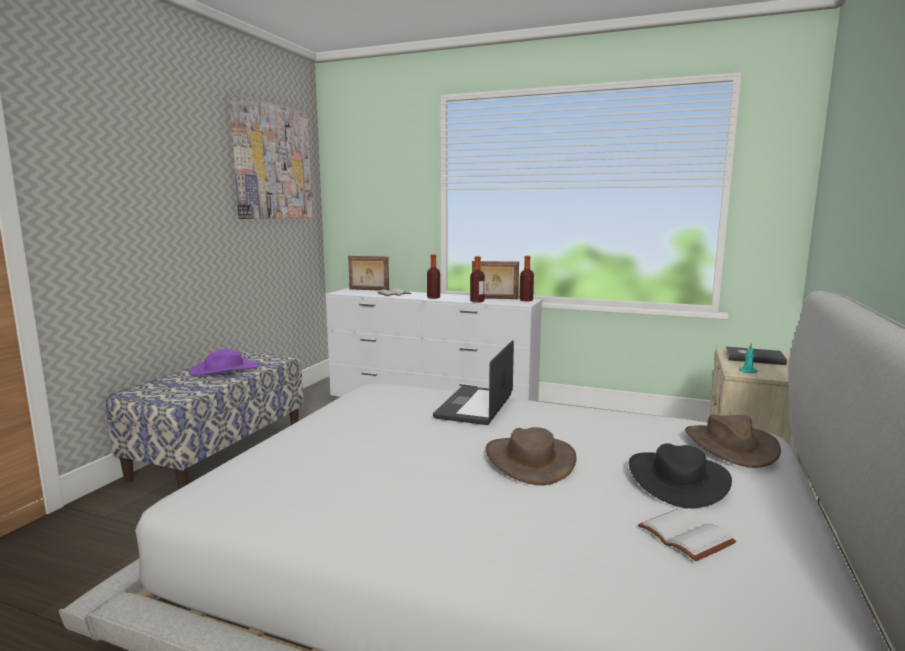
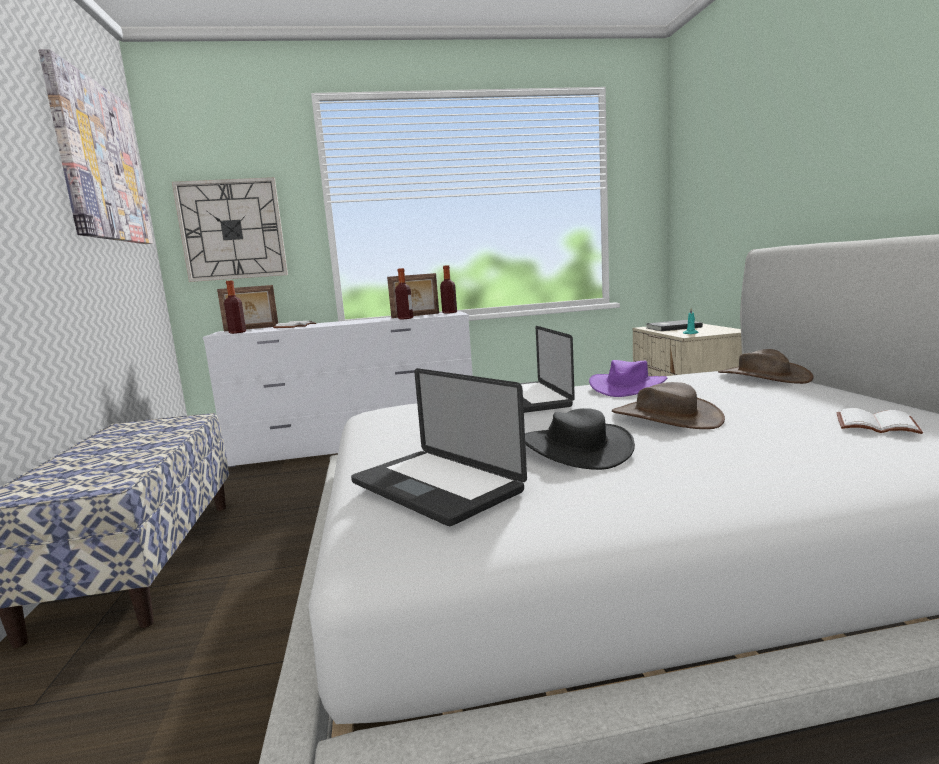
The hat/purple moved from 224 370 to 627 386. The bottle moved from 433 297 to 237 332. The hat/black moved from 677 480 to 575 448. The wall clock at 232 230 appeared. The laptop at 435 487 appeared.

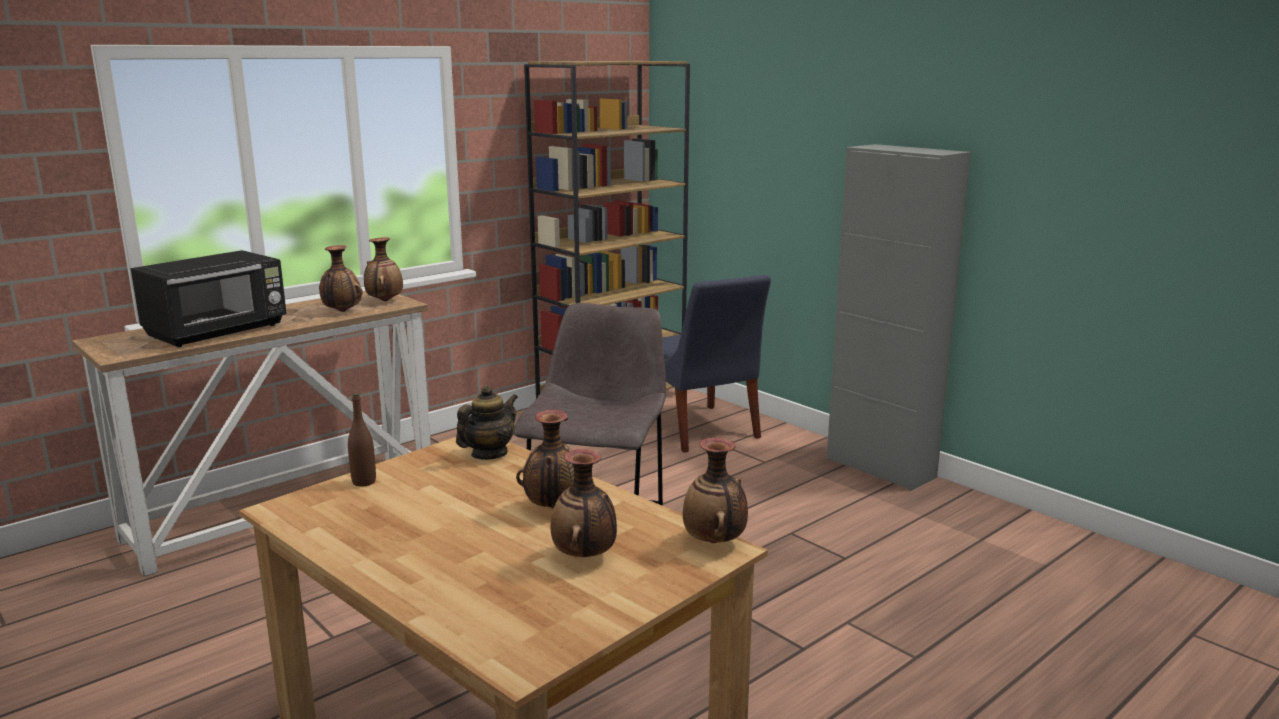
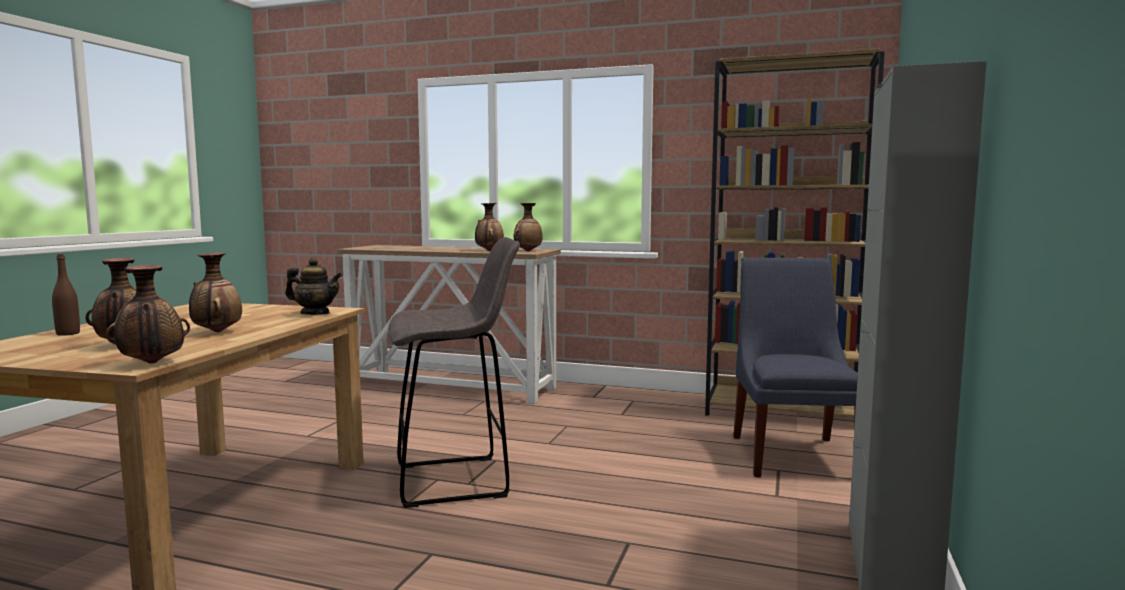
The microwave/black at 218 331 disappeared. The bottle/brown moved from 364 482 to 68 333. The chair/blue at 701 430 turned 150 degrees clockwise.

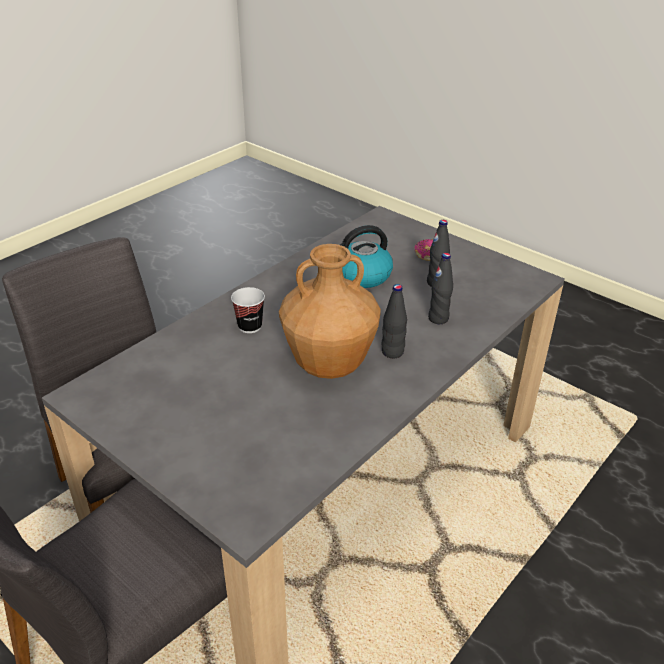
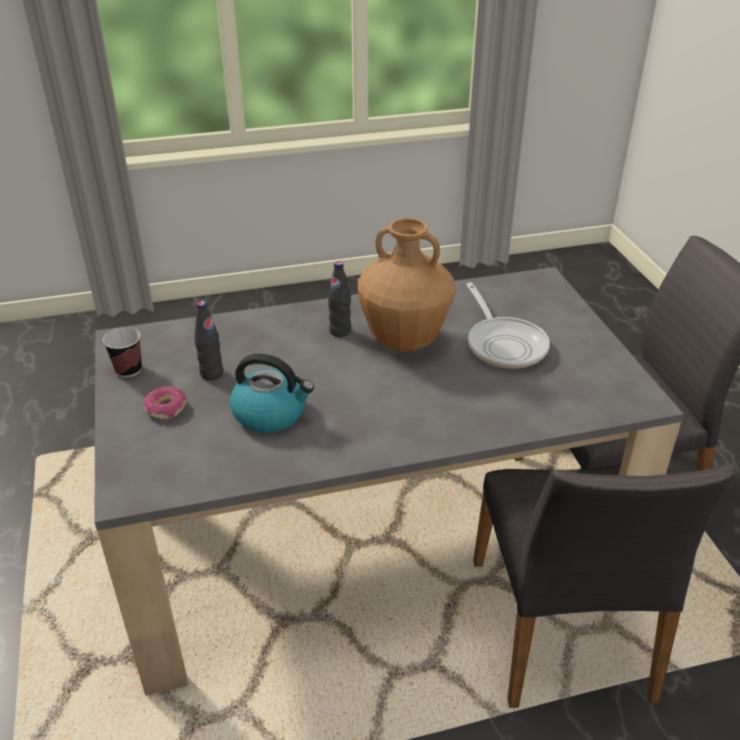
The cup moved from 250 326 to 128 370. The bottle/black at 438 318 disappeared. The frying pan at 504 344 appeared.

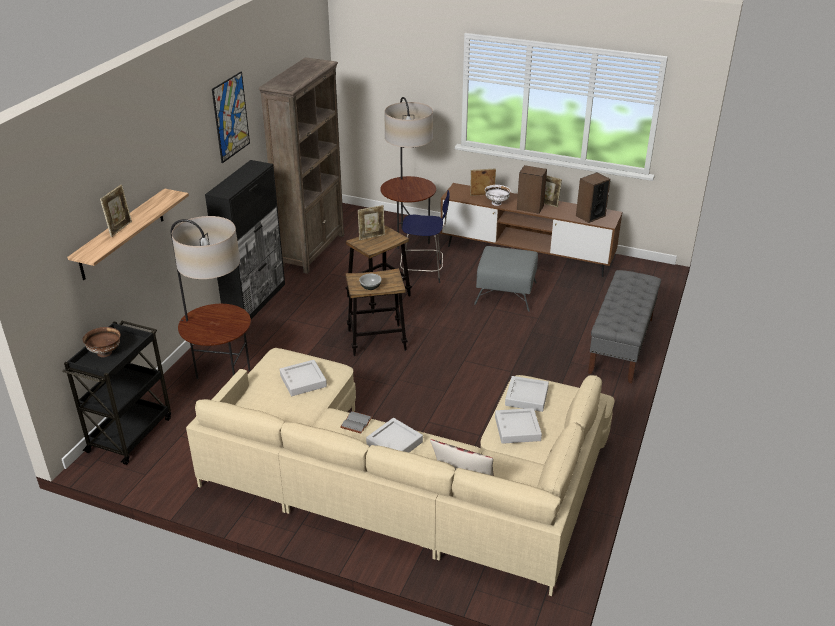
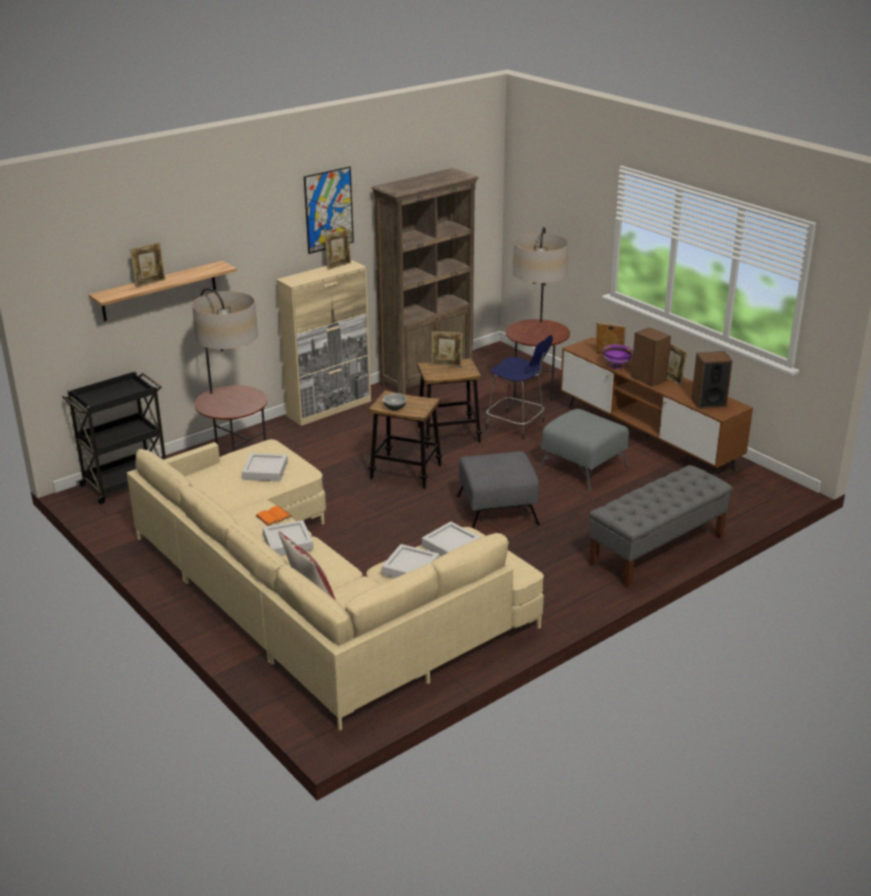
The bowl/brown at 105 352 disappeared. The cabinet/black at 255 301 became the cabinet/beige at 329 408. The book/grey at 356 422 became the book/orange at 273 516. The bowl/white at 497 203 became the bowl/purple at 616 366. The picture frame at 338 266 appeared. The ottoman/grey at 498 510 appeared.

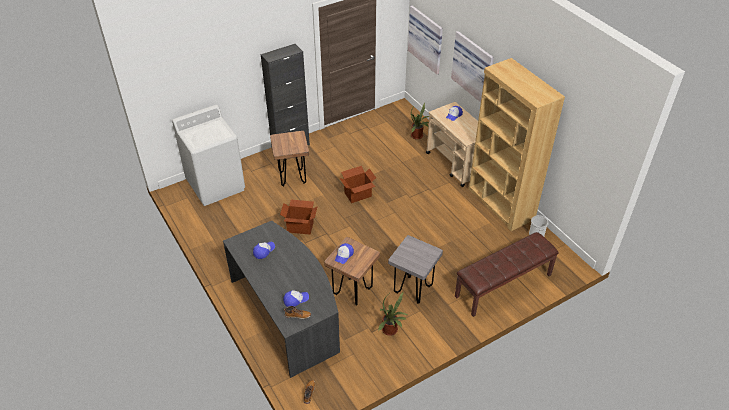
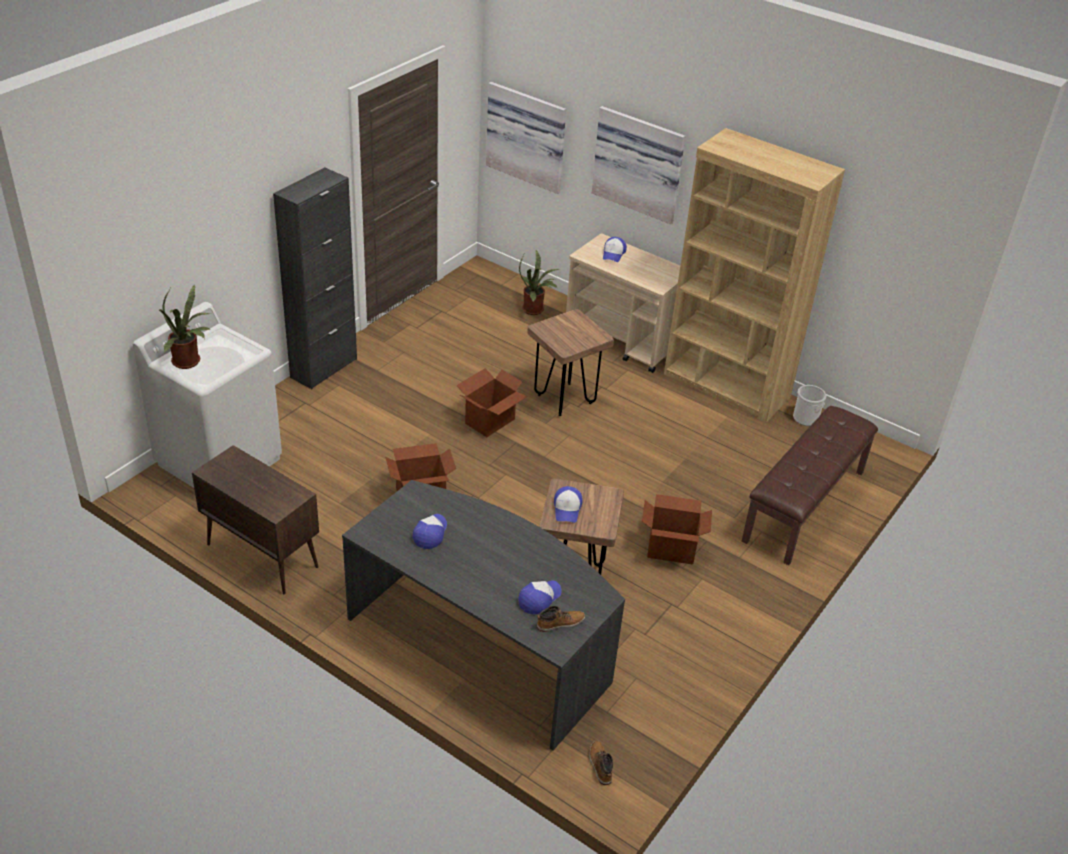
The stool/brown moved from 292 177 to 564 399. The potted plant moved from 391 330 to 189 362. The stool/grey at 413 289 was replaced by the cardboard box at 671 548. The cabinet/brown at 261 555 appeared.

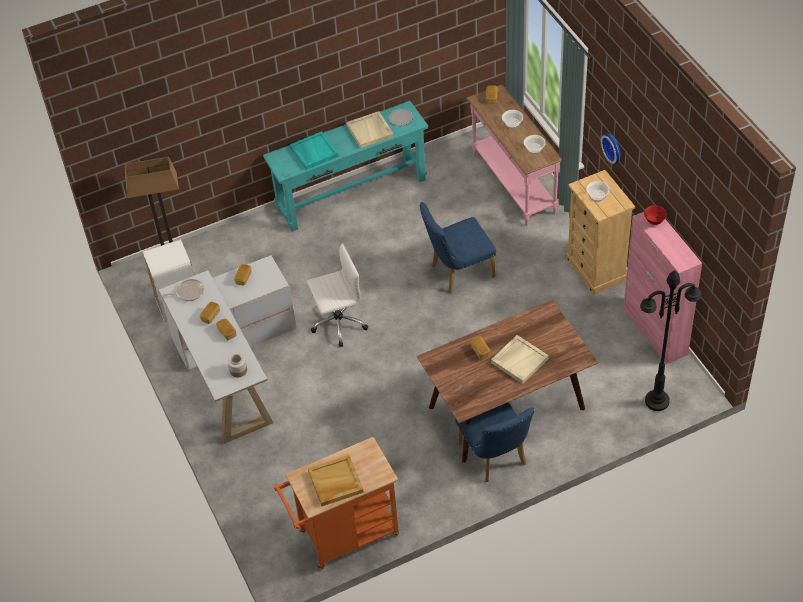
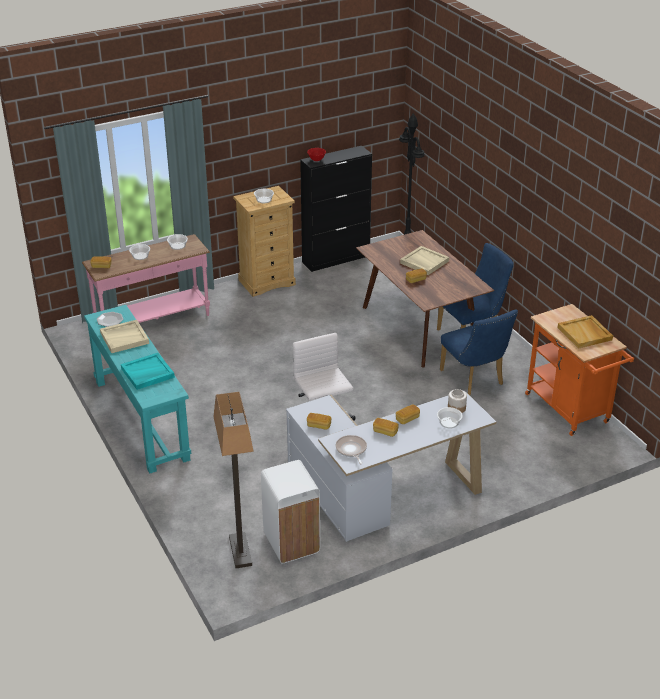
The chair/blue moved from 457 272 to 474 380. The wall clock at 613 147 disappeared. The cabinet/pink at 655 331 became the cabinet/black at 336 259. The bowl at 449 422 appeared.

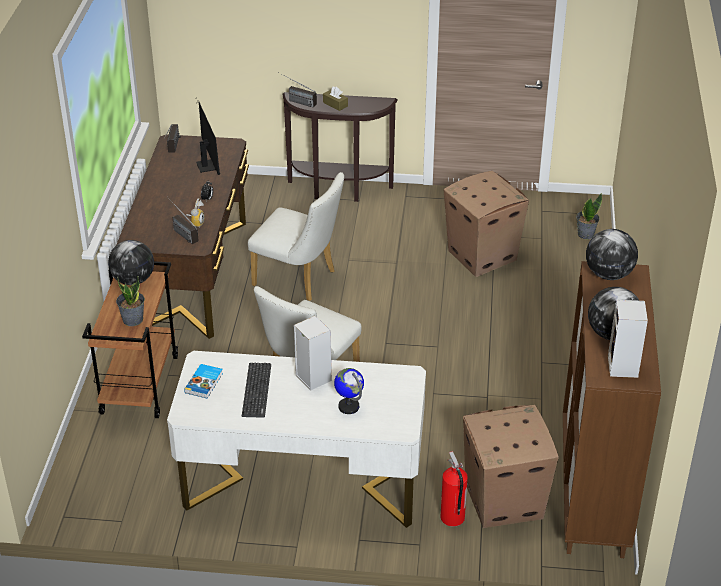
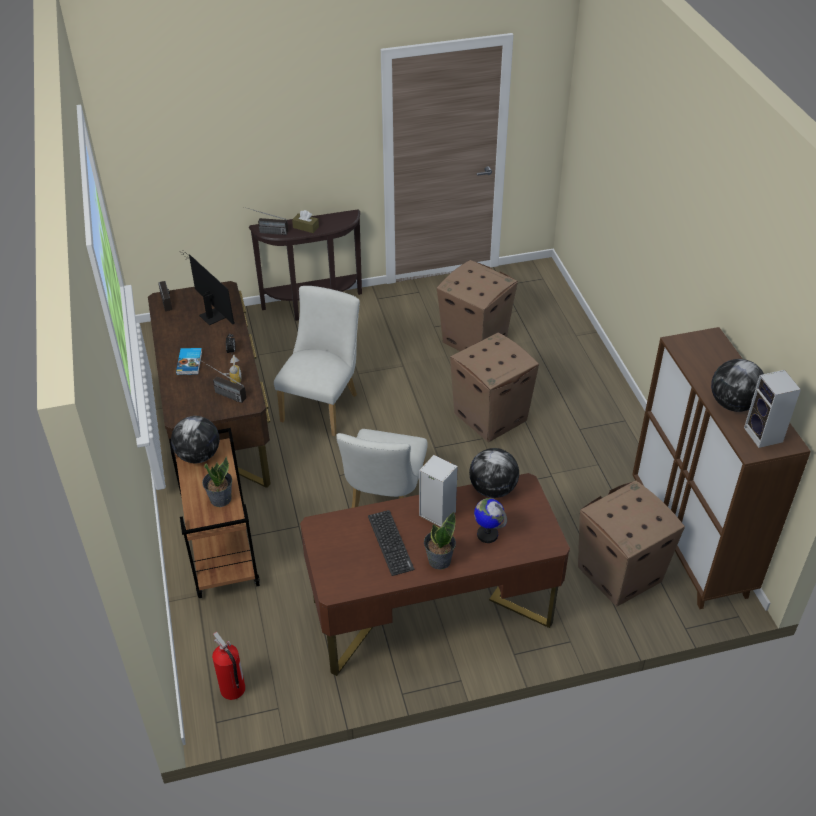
The desk/white at 302 483 became the desk/brown at 432 612. The book moved from 204 383 to 190 363. The chair/white at 300 279 turned 75 degrees counterclockwise. The fire extinguisher moved from 452 518 to 232 690. The potted plant moved from 585 234 to 439 560. The globe moved from 609 275 to 493 489. The cardboard box at 491 417 appeared.

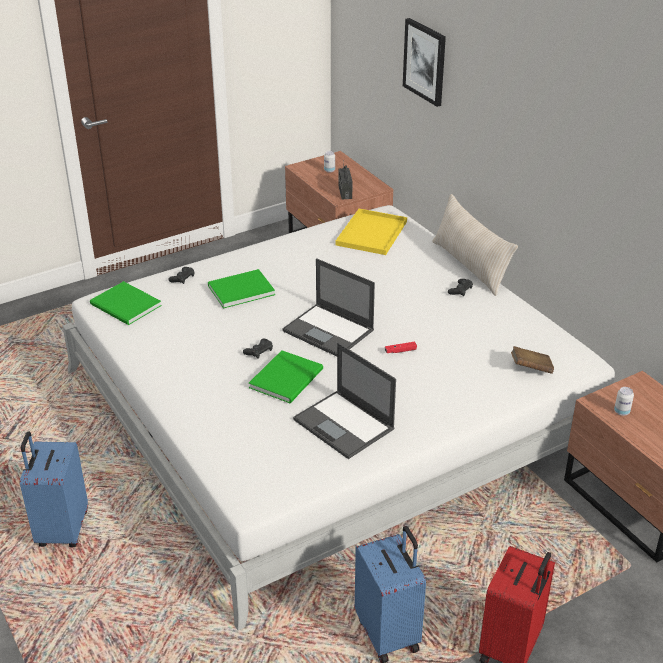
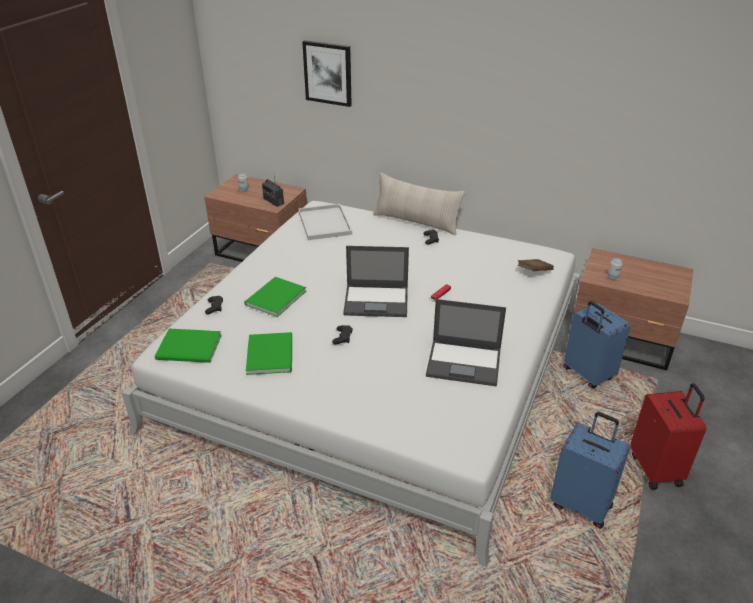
The suitcase/blue moved from 61 529 to 587 374. The book/green moved from 288 378 to 271 353. The tray/yellow at 371 232 became the tray/white at 323 222.

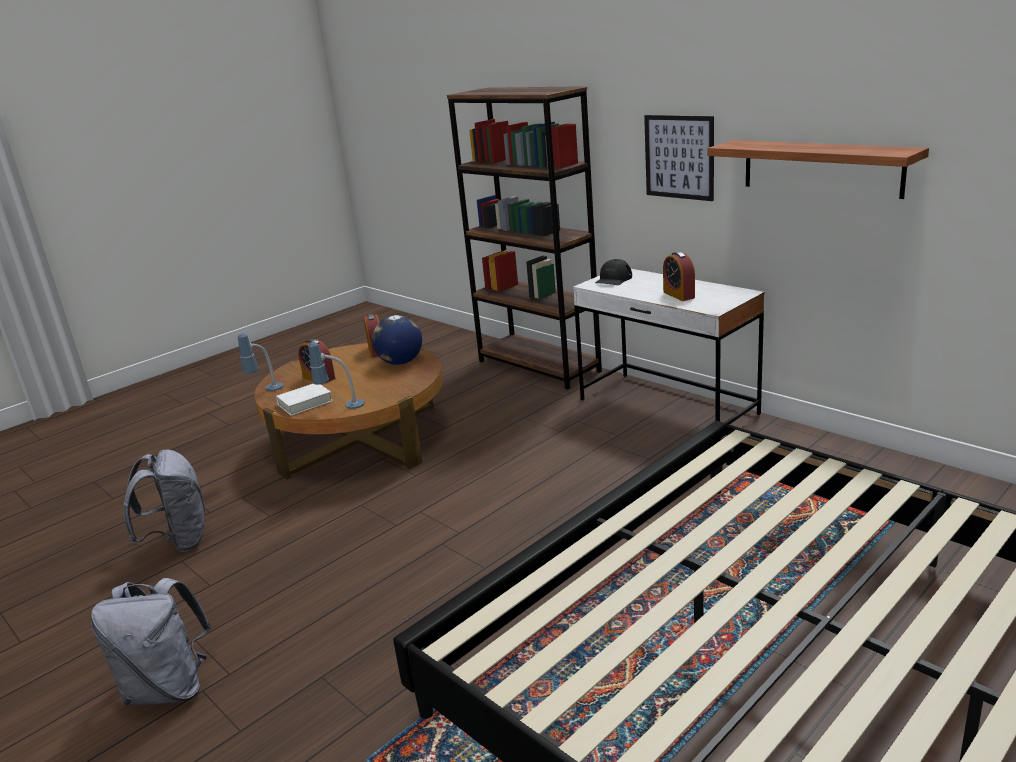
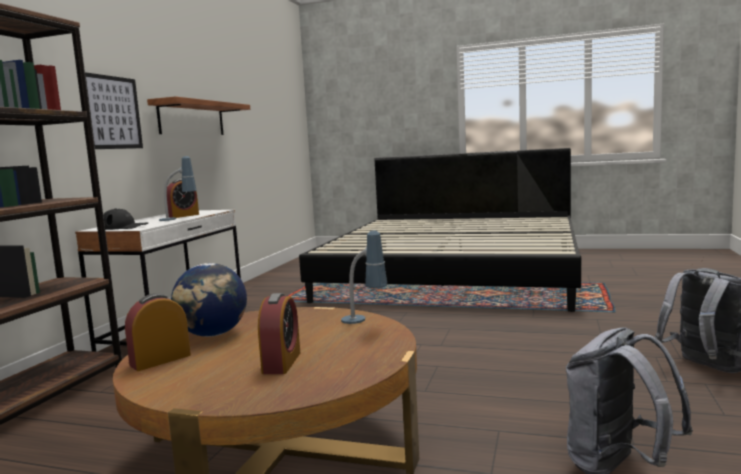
The table lamp moved from 266 392 to 179 219. The book/white at 305 403 disappeared.

